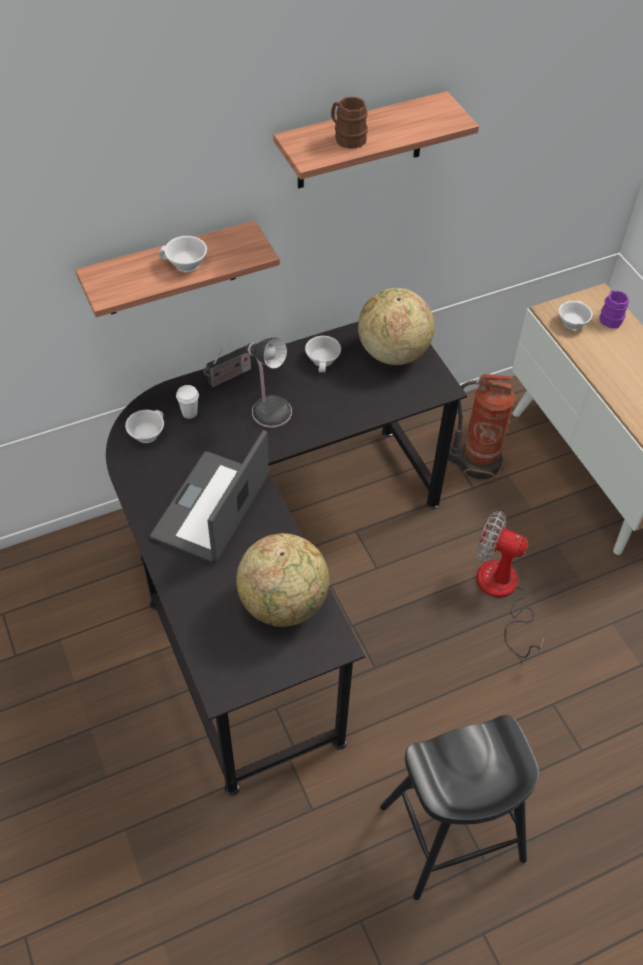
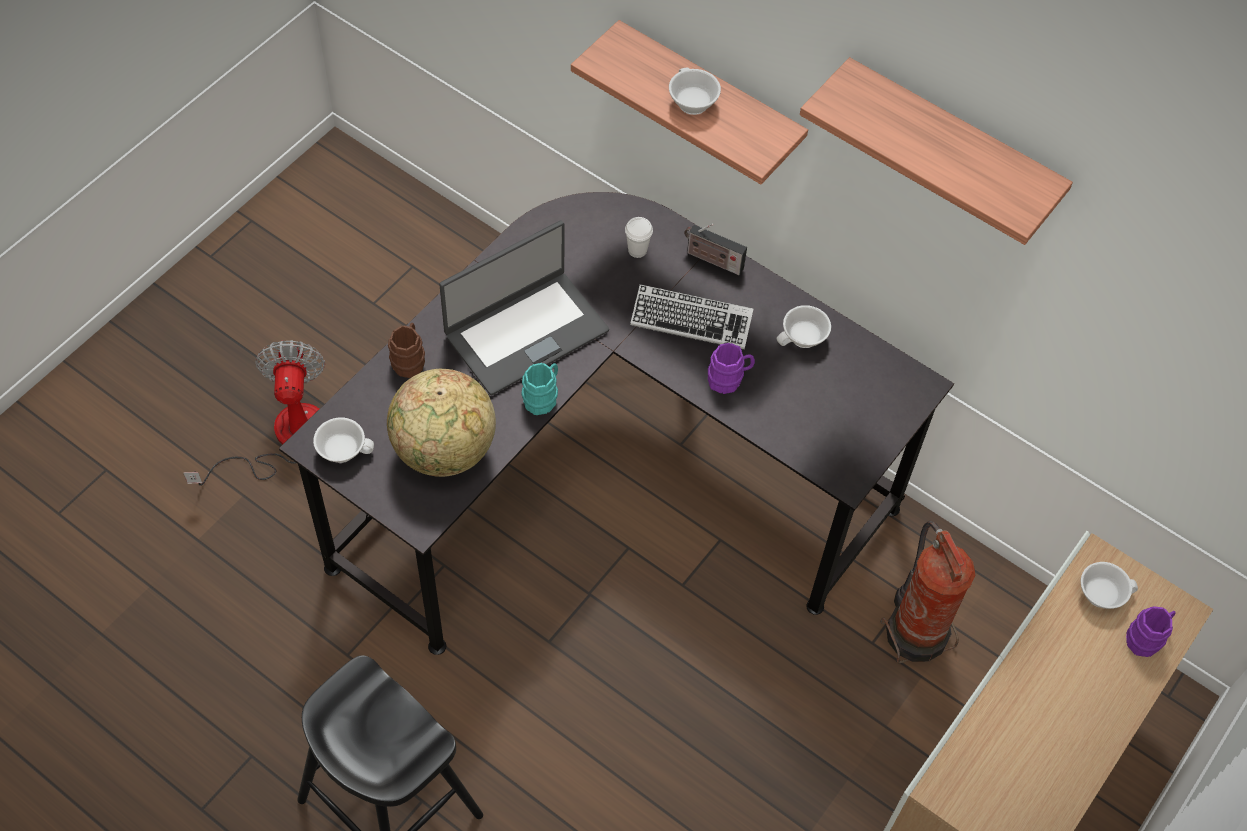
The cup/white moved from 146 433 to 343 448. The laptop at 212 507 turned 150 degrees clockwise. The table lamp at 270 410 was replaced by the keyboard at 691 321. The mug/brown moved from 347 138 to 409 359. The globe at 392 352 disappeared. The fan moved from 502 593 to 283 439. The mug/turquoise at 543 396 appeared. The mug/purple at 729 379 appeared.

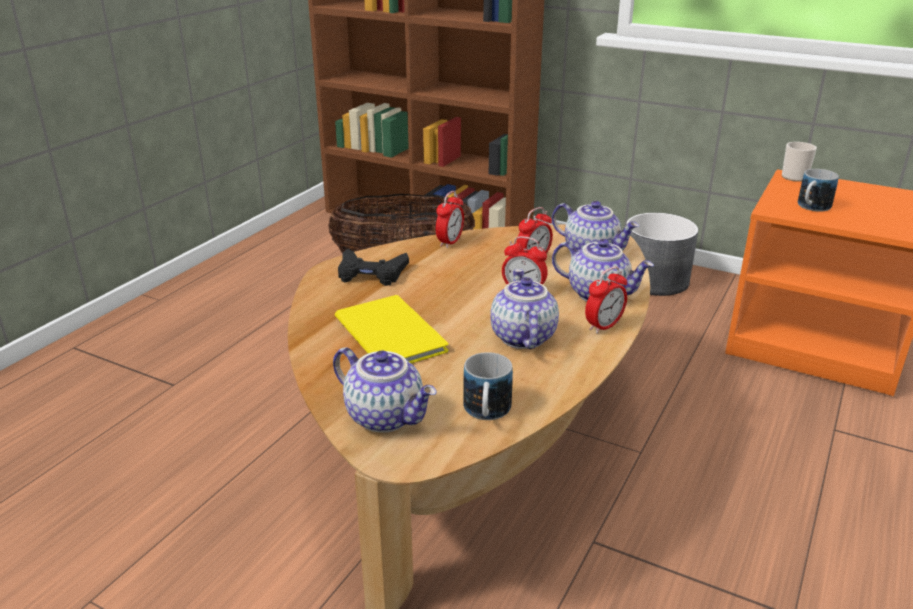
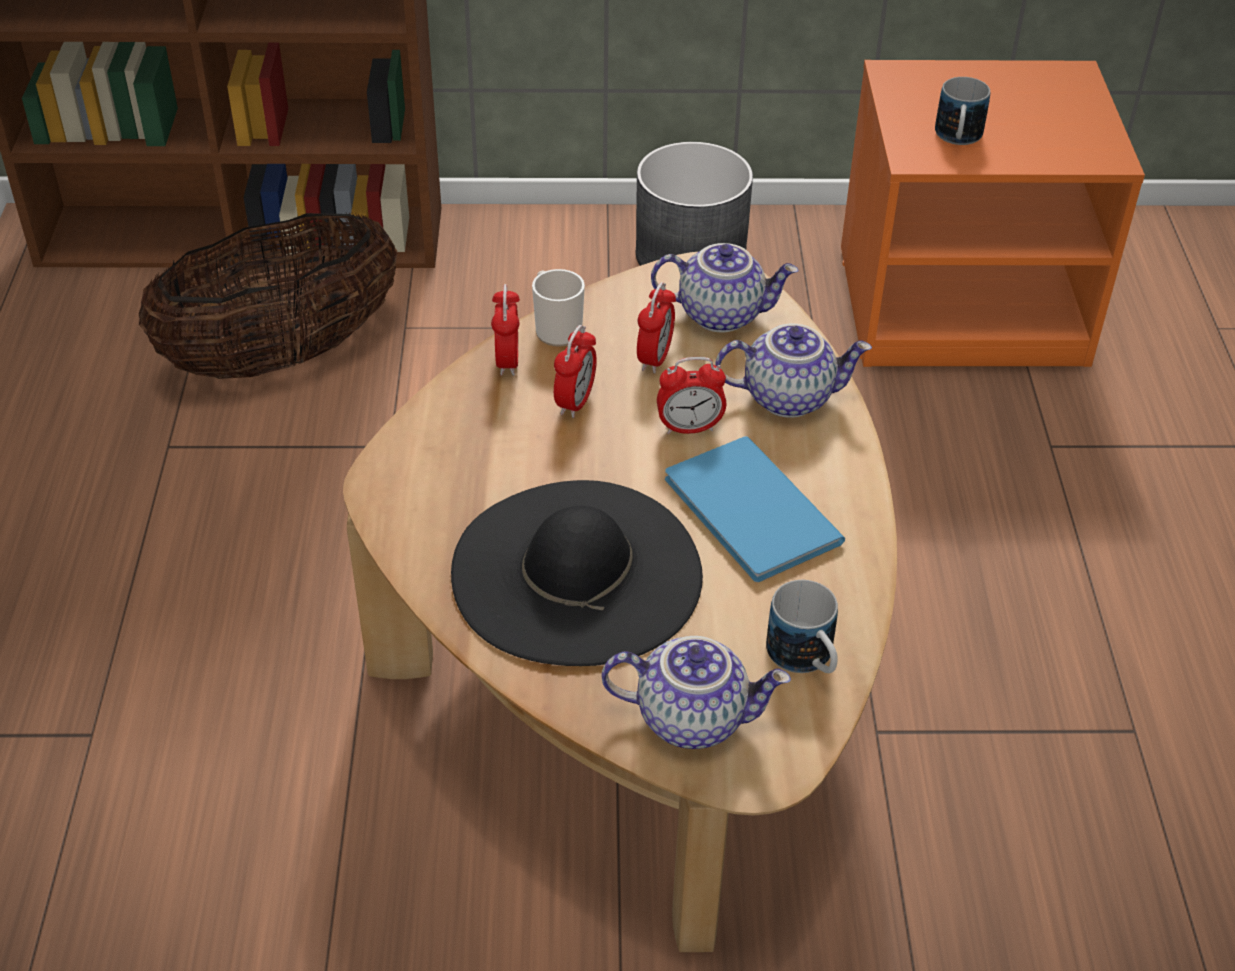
The book/yellow at 392 332 was replaced by the hat/black at 576 572. The game controller/black at 371 273 disappeared. The teapot at 521 337 was replaced by the book/blue at 750 515. The alarm clock moved from 604 326 to 575 402. The mug moved from 793 176 to 556 329.

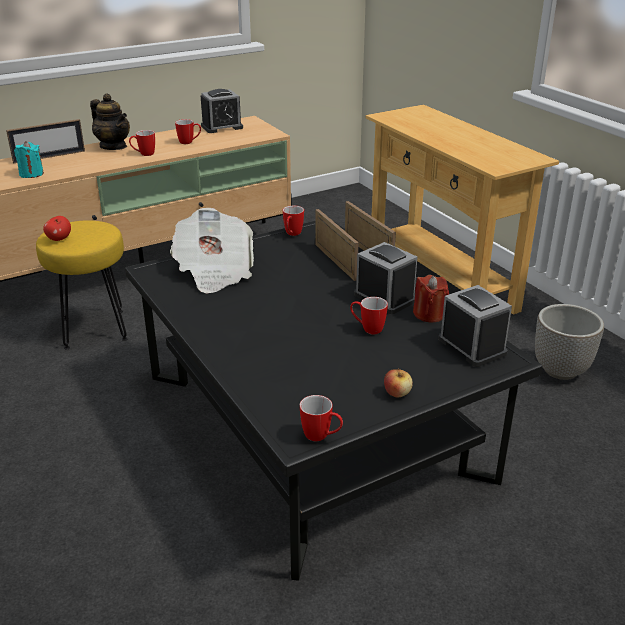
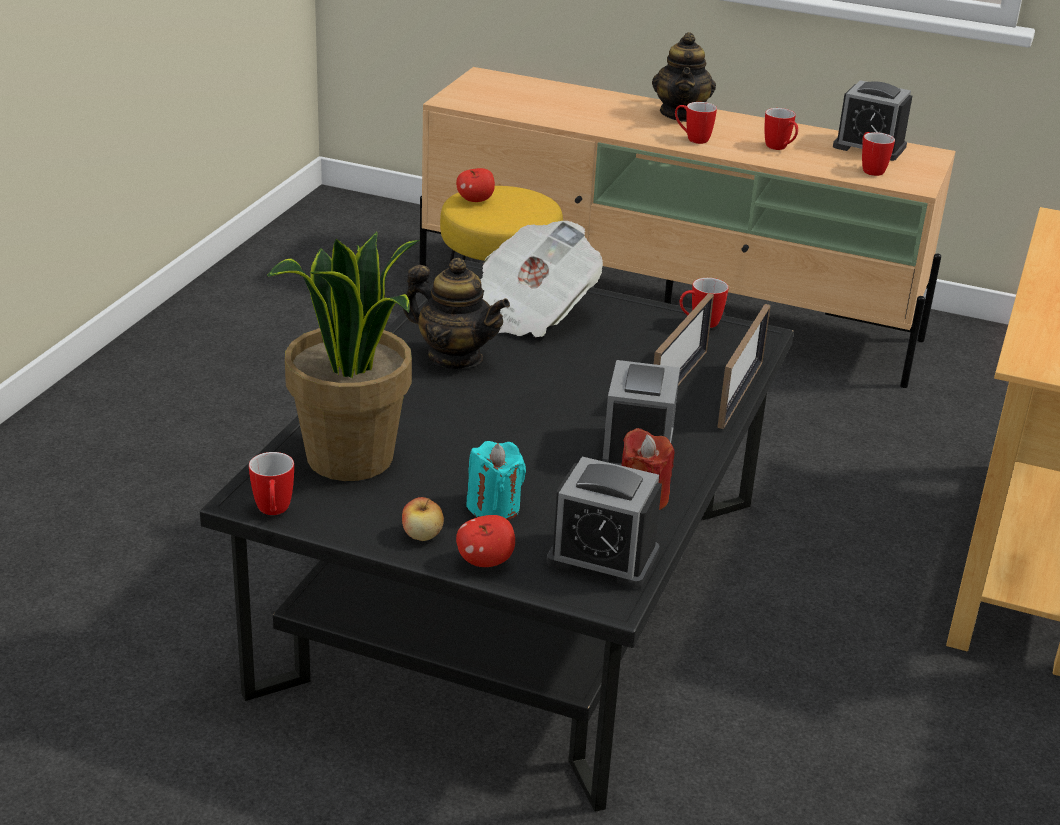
The picture frame at 49 156 disappeared. The candle/turquoise moved from 31 174 to 494 507. The mug moved from 367 329 to 870 169. The alarm clock at 472 346 turned 90 degrees clockwise. The planter at 560 370 disappeared. The potted plant at 351 459 appeared. The teapot at 455 357 appeared. The apple at 485 561 appeared.

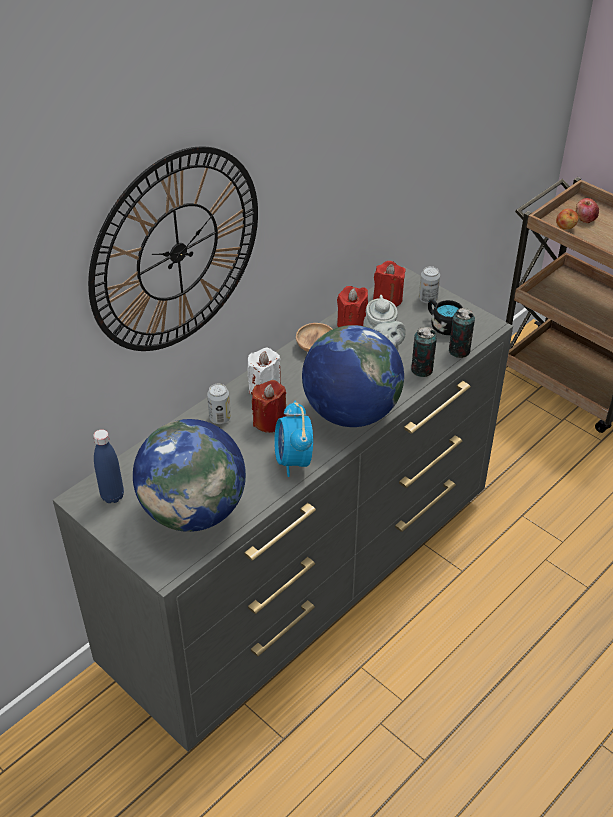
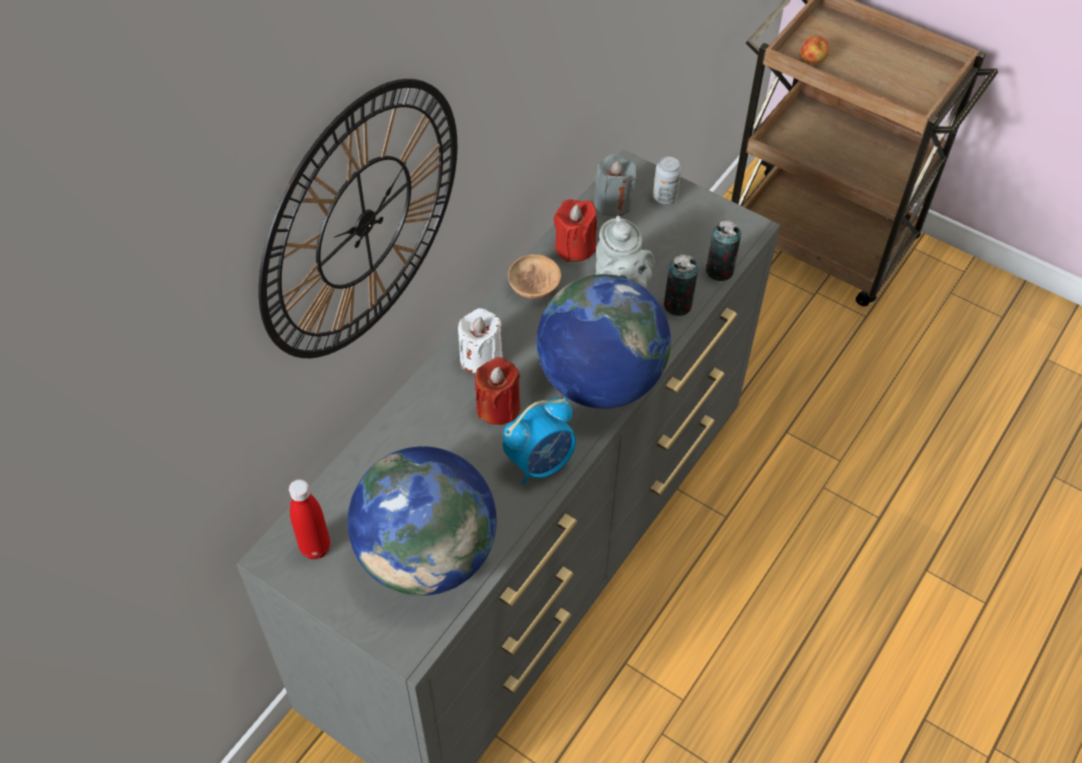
The bottle/blue at 112 496 became the bottle/red at 315 547. The can at 220 418 disappeared. The alarm clock at 293 461 turned 105 degrees counterclockwise. The candle/red at 387 299 became the candle/grey at 613 202. The mug/black at 443 325 disappeared. The apple at 585 218 disappeared.

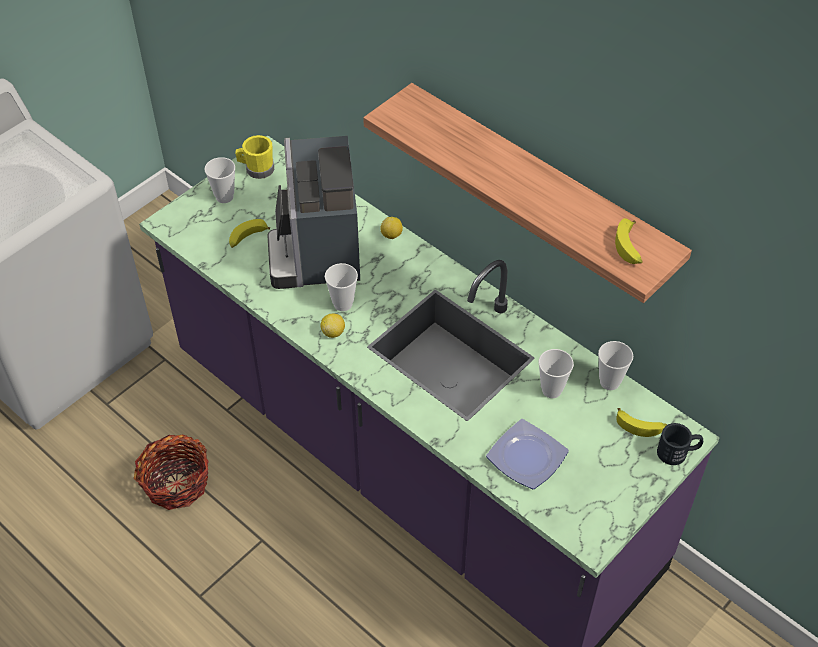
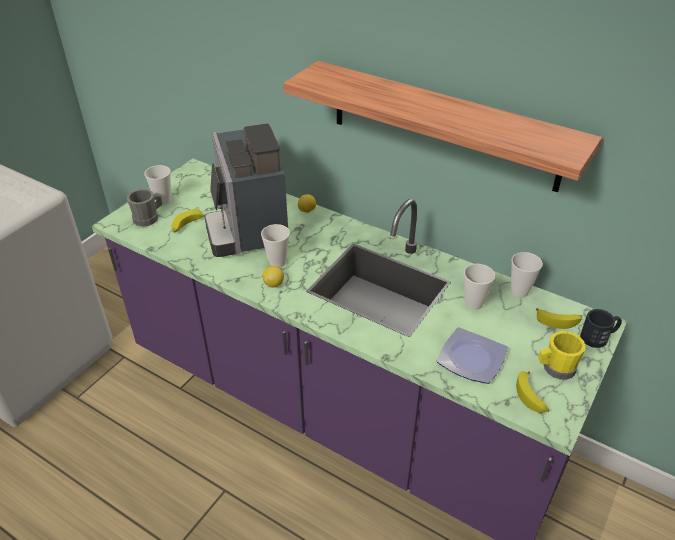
The basket at 176 483 disappeared. The mug/yellow moved from 256 169 to 555 368. The banana moved from 629 247 to 531 397. The mug/grey at 148 218 appeared.

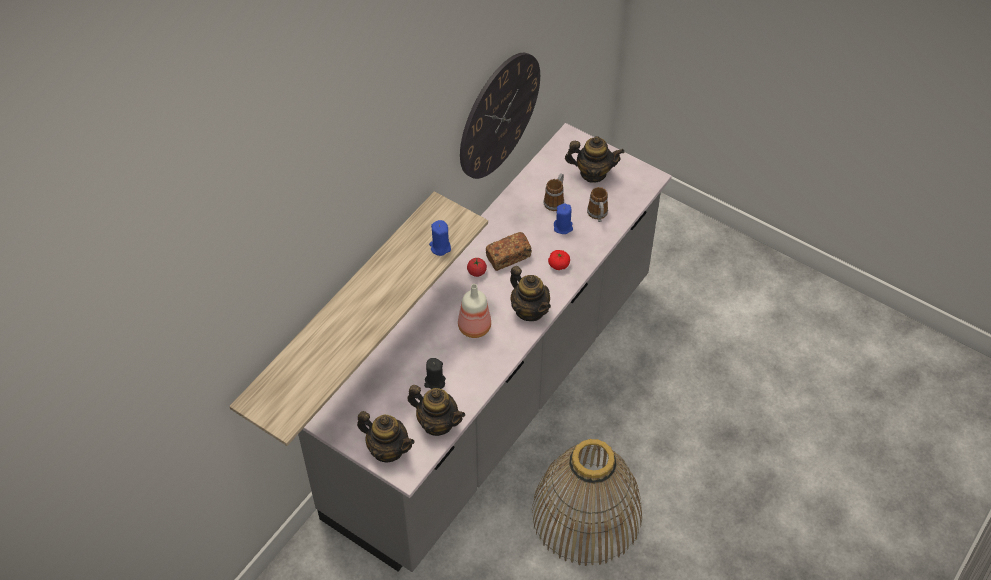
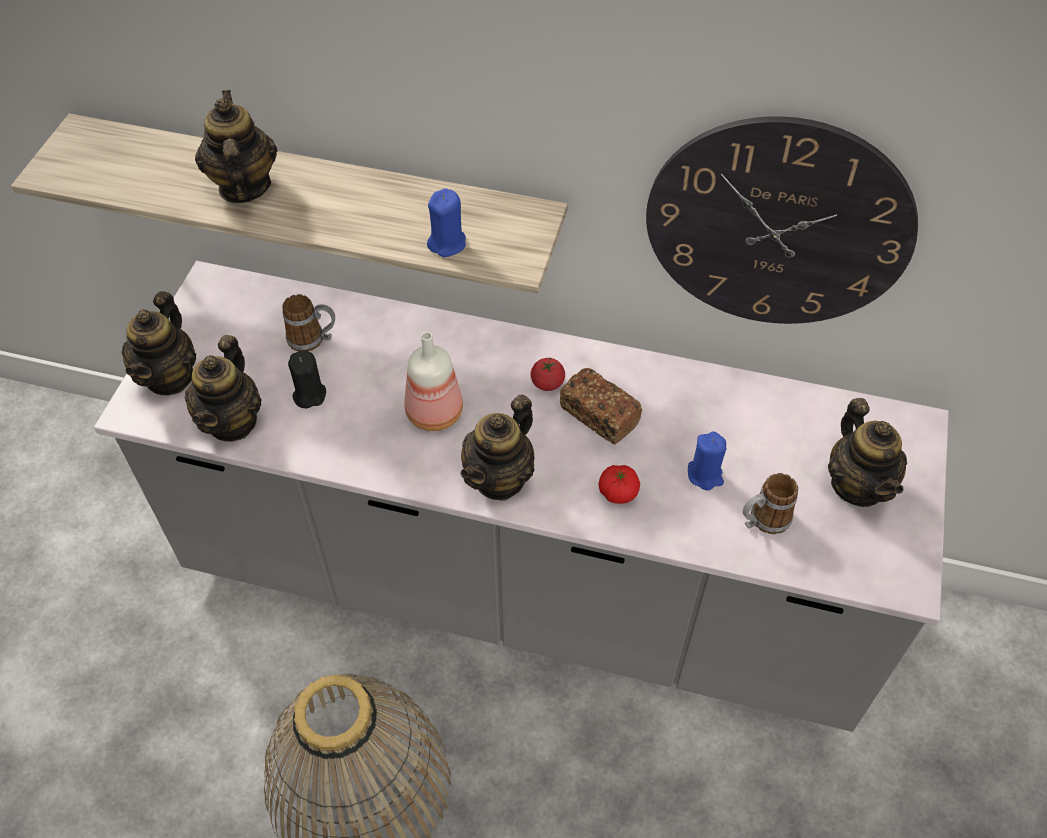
The mug moved from 555 200 to 313 339. The teapot at 244 187 appeared.

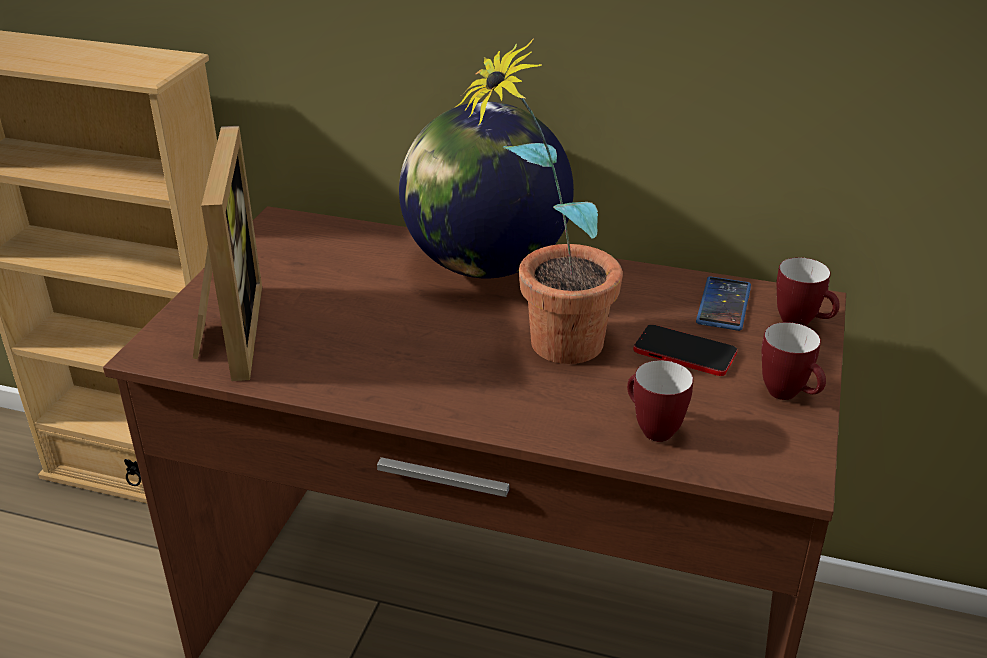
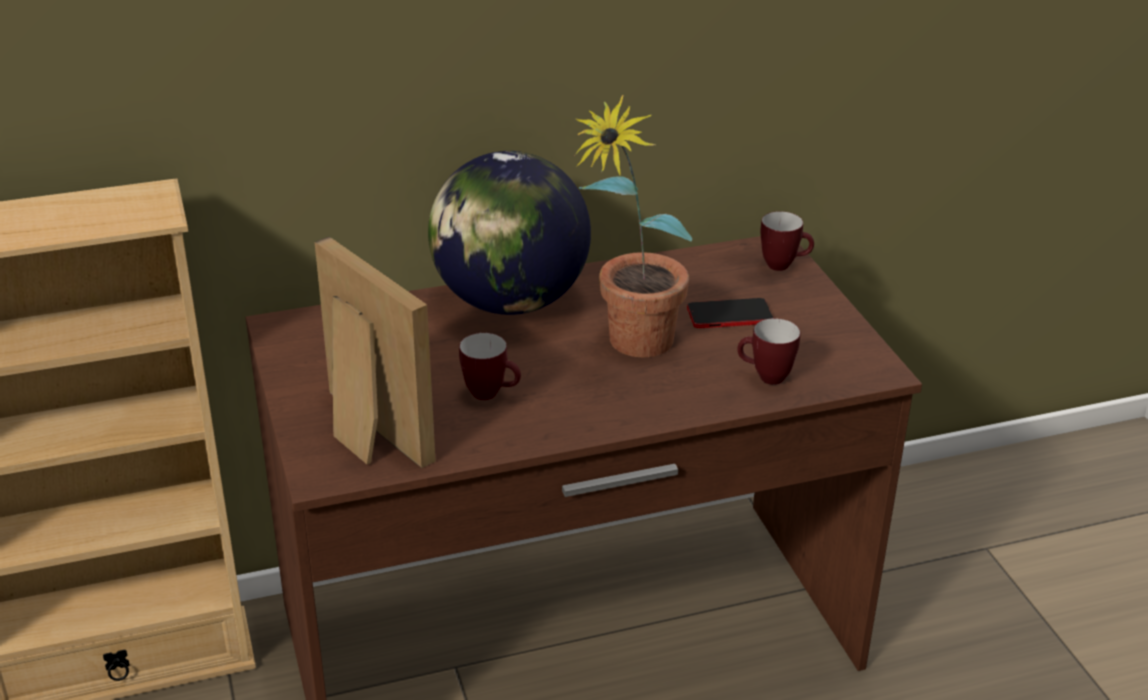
The phone at 724 304 disappeared. The mug moved from 789 395 to 491 394.

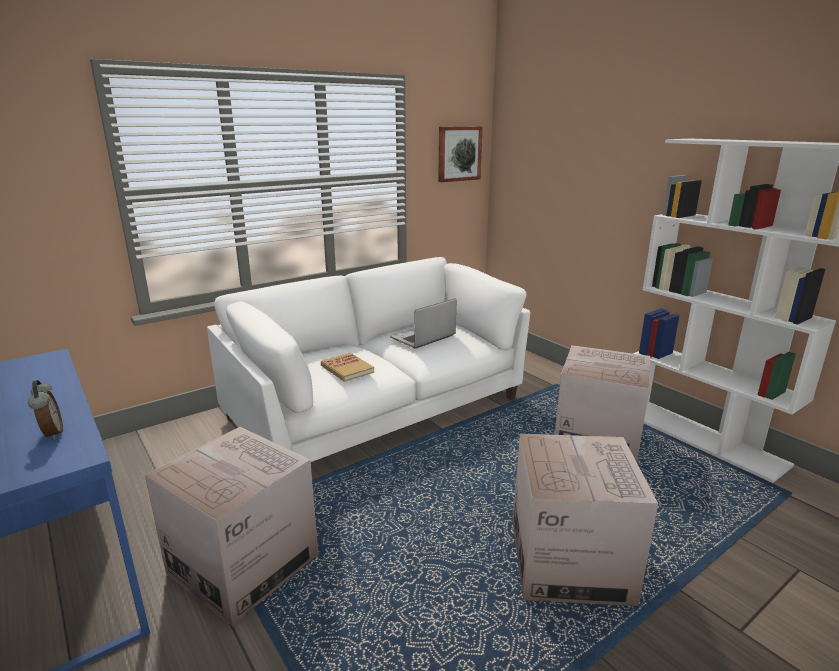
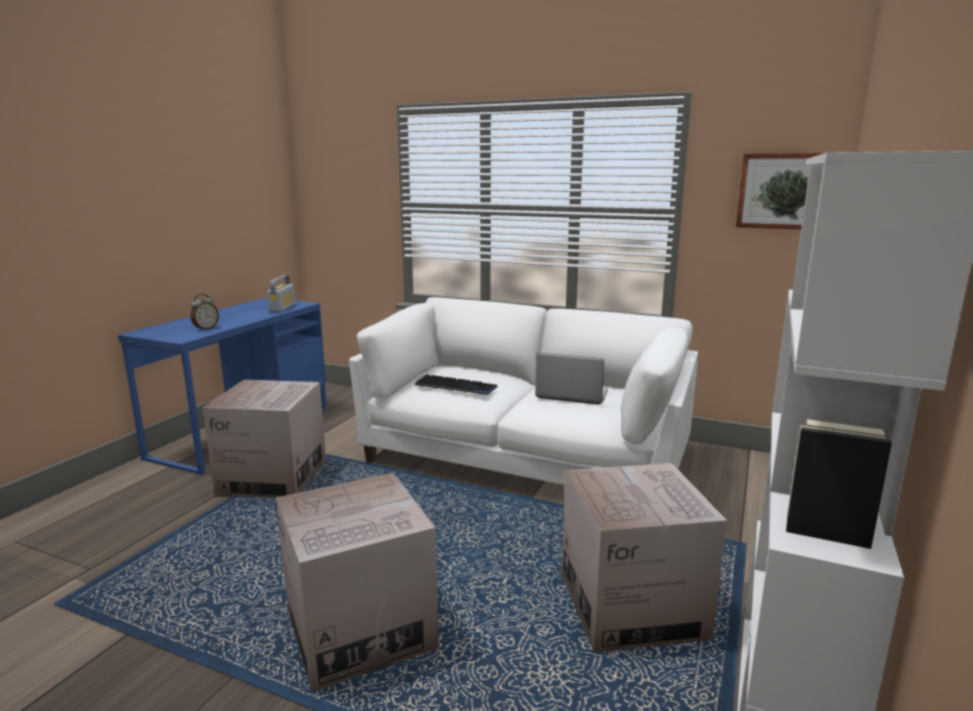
The book at 347 369 was replaced by the keyboard at 455 386. The radio at 282 308 appeared.

